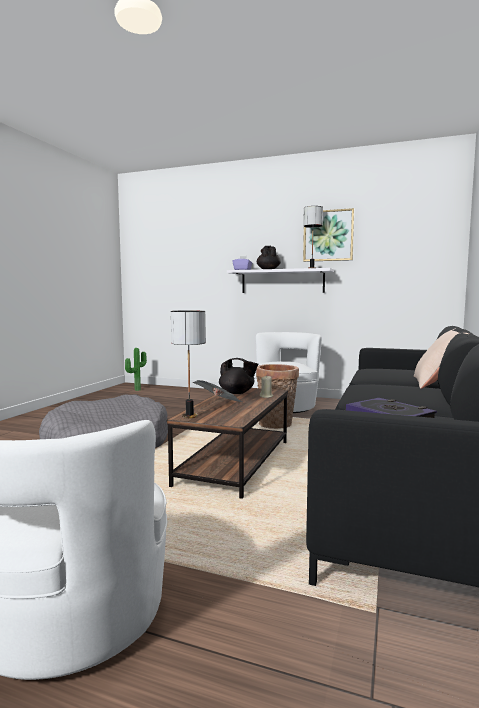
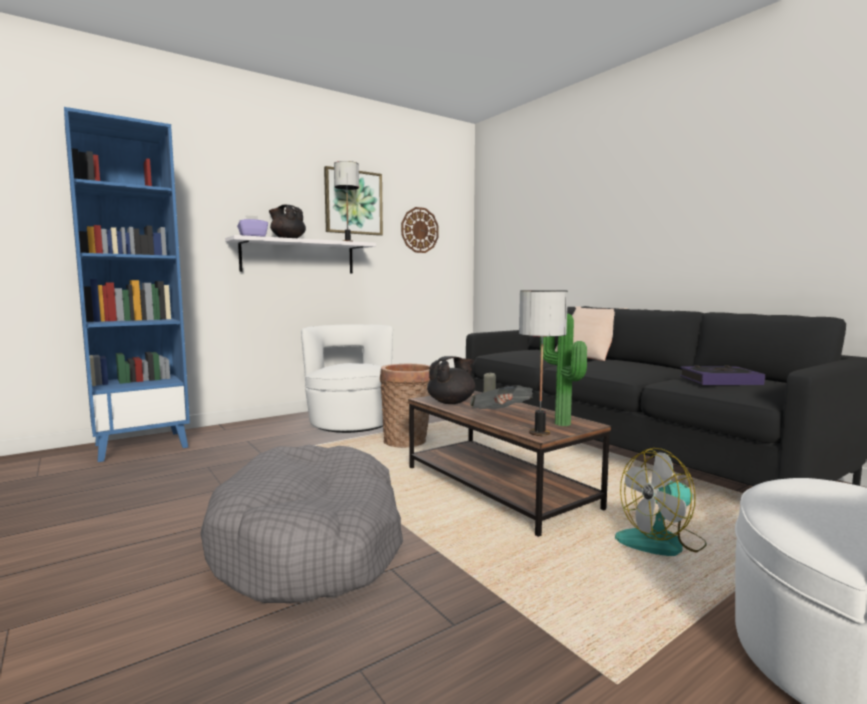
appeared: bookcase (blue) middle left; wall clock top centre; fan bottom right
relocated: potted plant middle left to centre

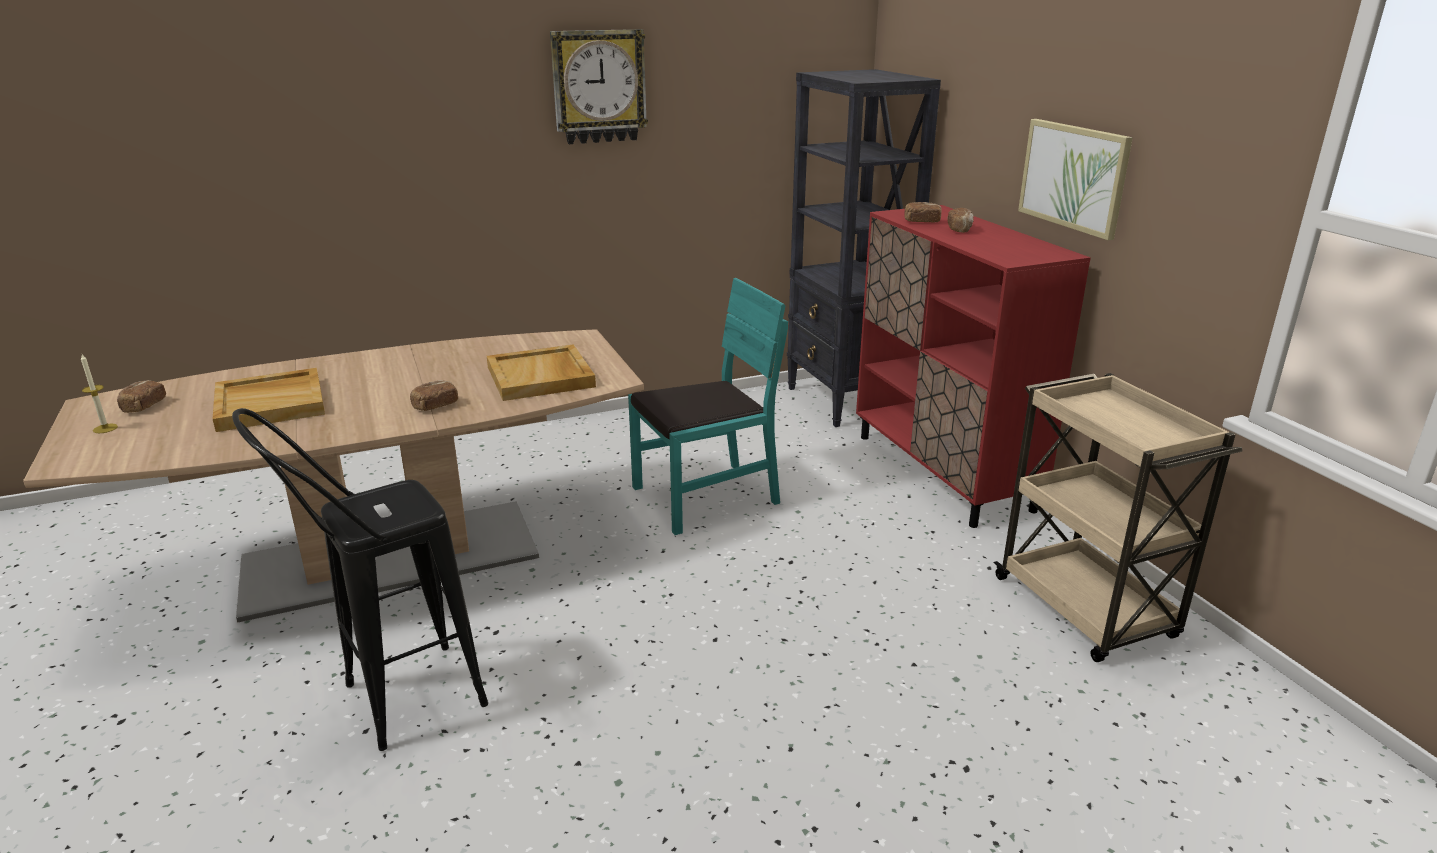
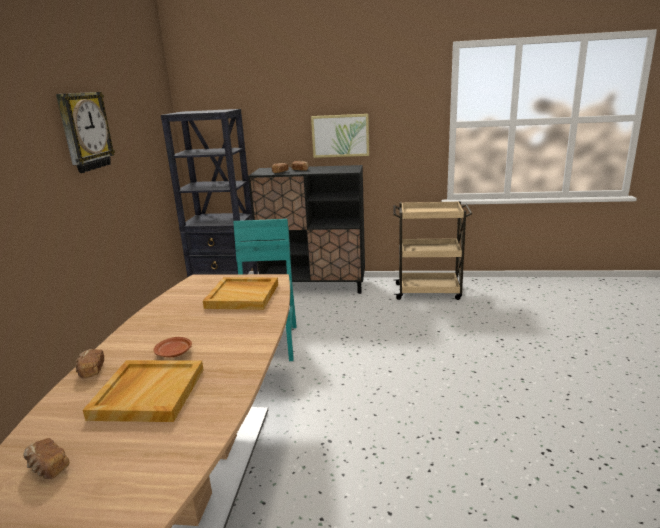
missing: candle middle left; stool (black) bottom left
appeared: plate (brown) middle left
relocated: bread (no. 2 from left) middle left to bottom left
colour: cabinet (red) middle right to cabinet (black) centre

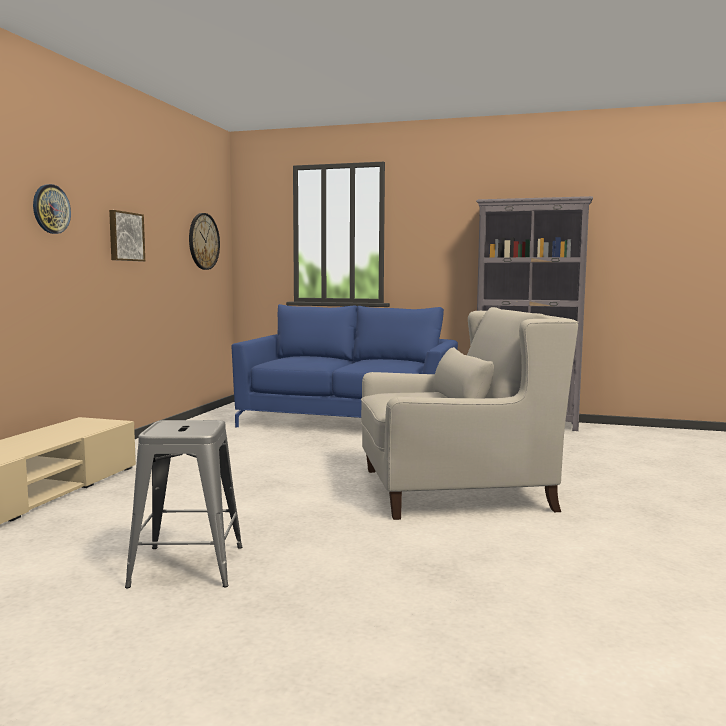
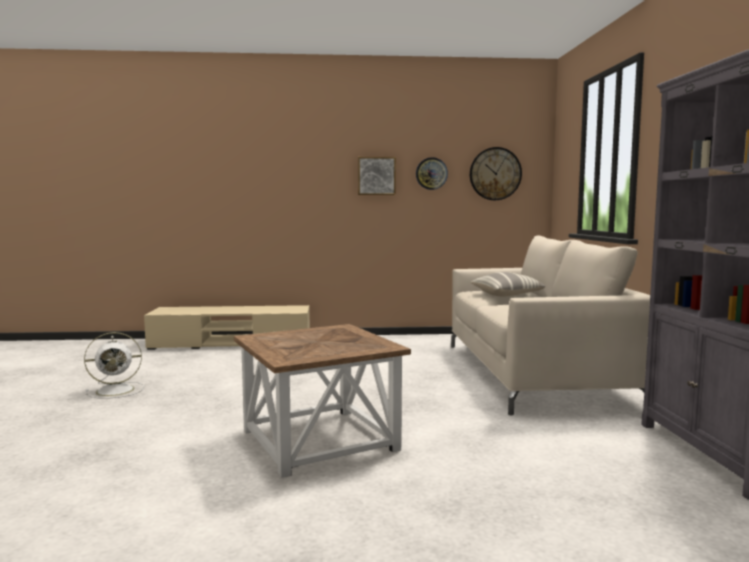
appeared: pillow middle right
relocated: wall clock (no. 1 from left) top left to top centre
exchanged: stool (grey) bottom left to fan (white) middle left; armchair (white) centre to side table (brown) bottom centre
colour: sofa (blue) centre to sofa (beige) middle right

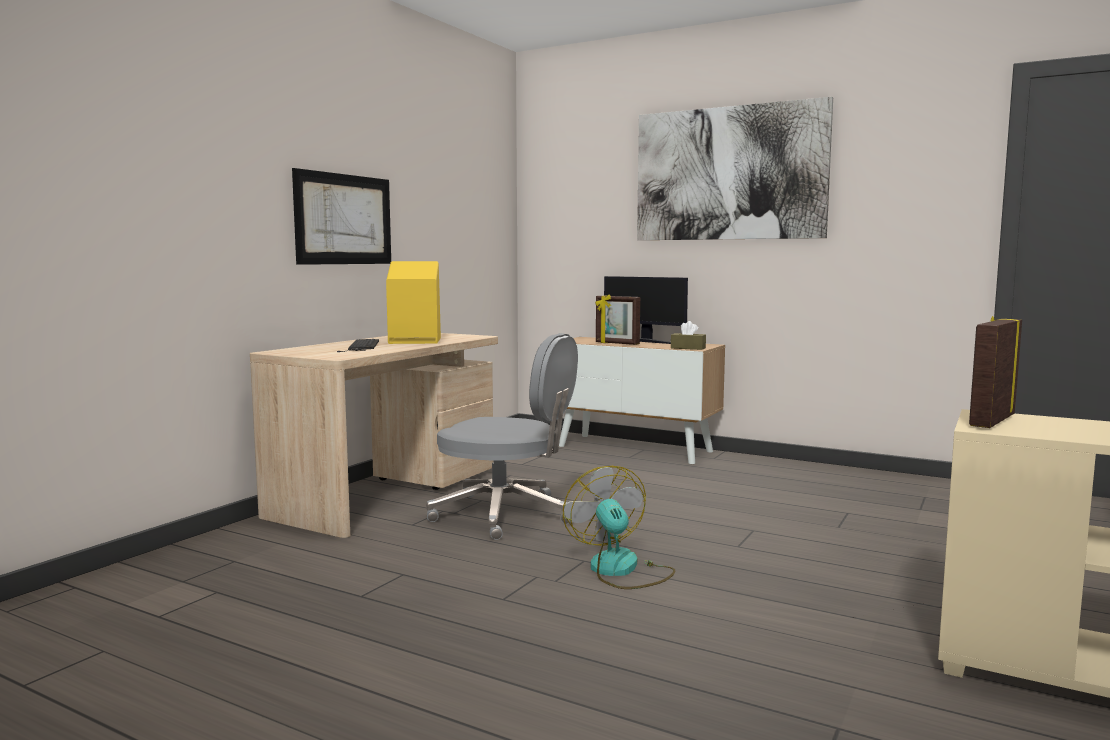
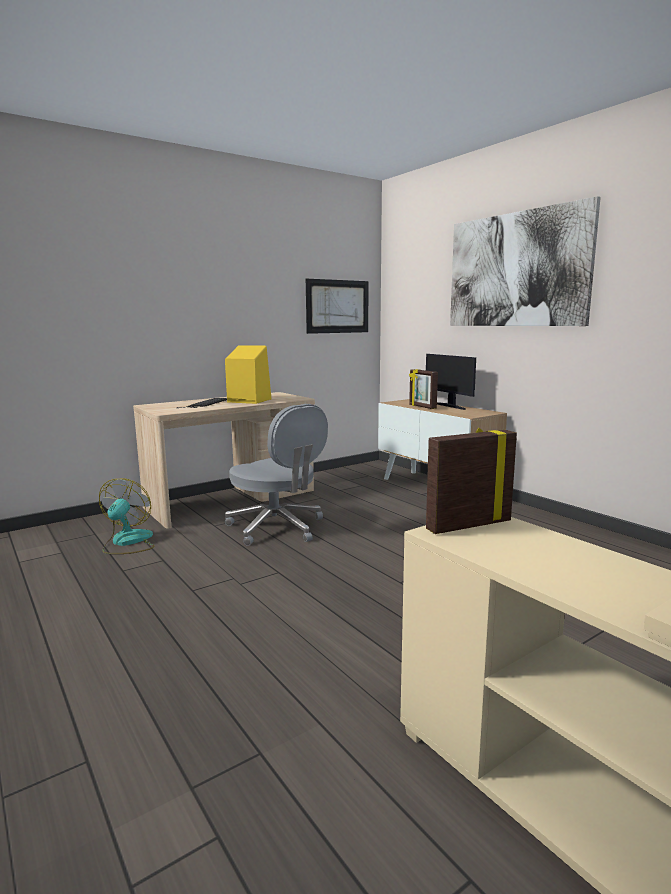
missing: tissue box (brown) centre
relocated: picture (no. 1 from left) top left to centre; fan bottom centre to middle left

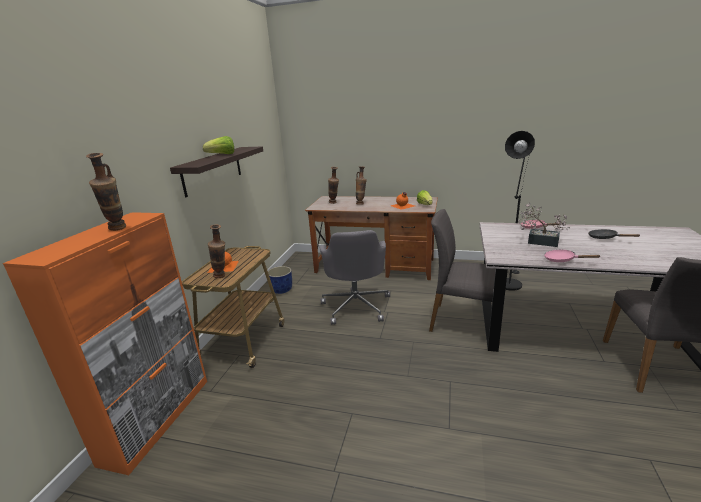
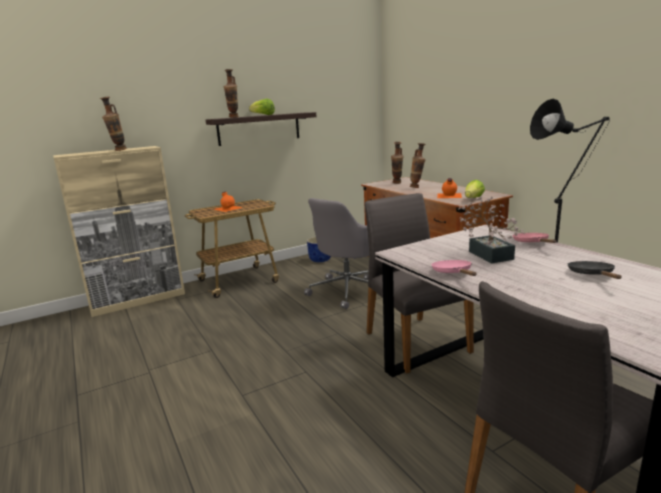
relocated: vase (no. 2 from left) middle left to top centre
colour: cabinet (orange) bottom left to cabinet (beige) middle left

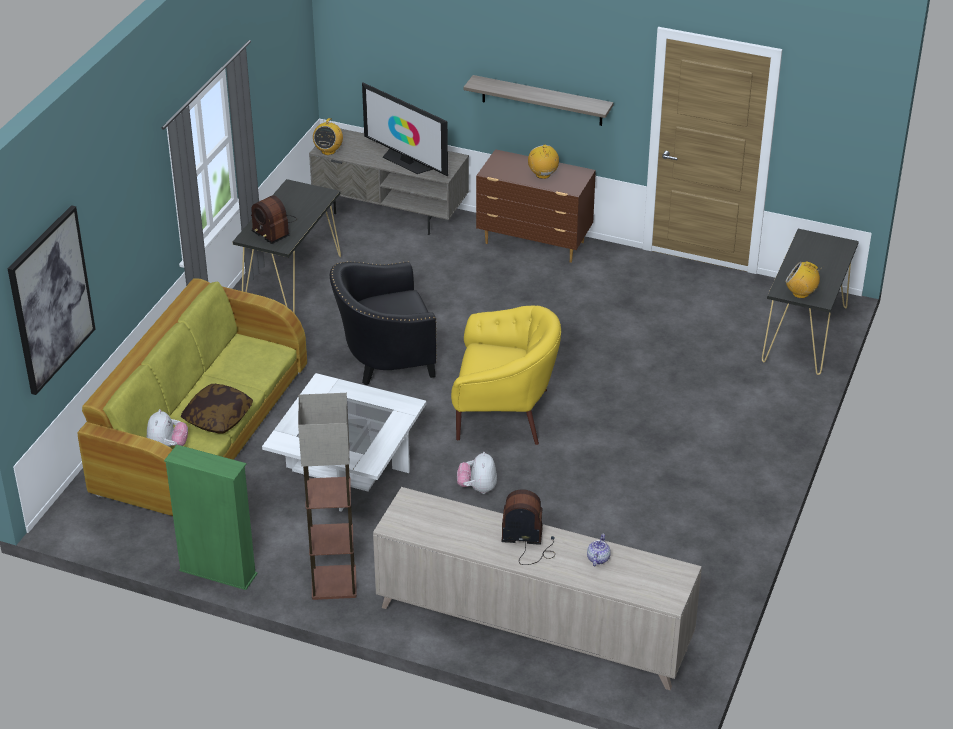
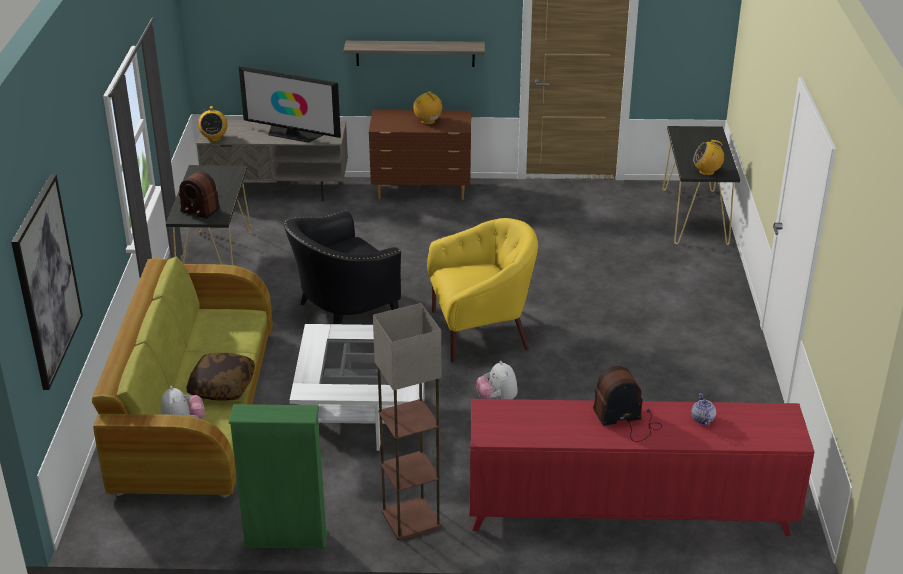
colour: cabinet (beige) bottom centre to cabinet (red) bottom right

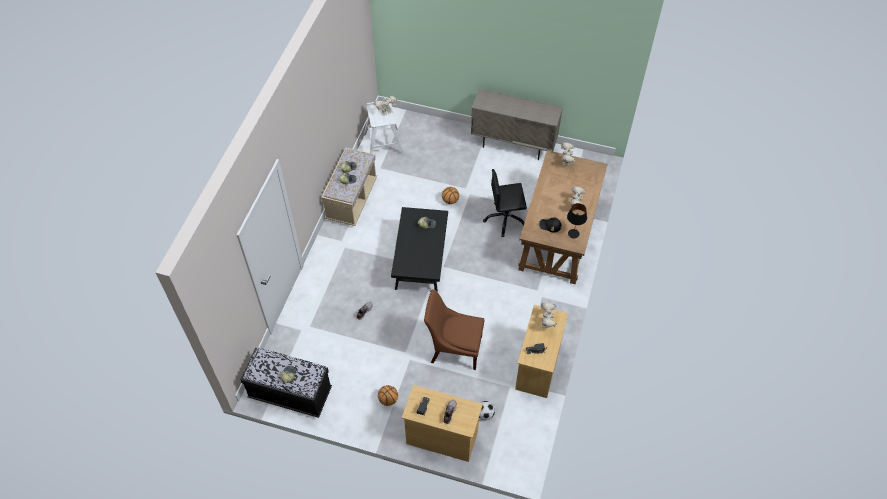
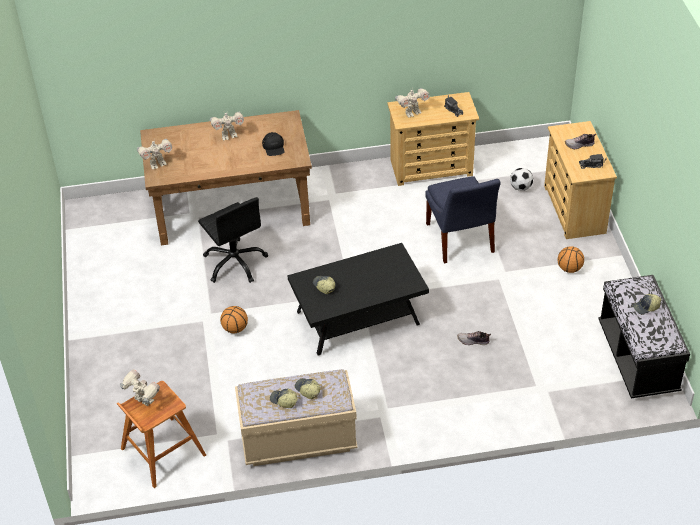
missing: cabinet (beige) top centre; table lamp (black) centre
colour: stool (white) top centre to stool (brown) bottom left; chair (brown) centre to chair (blue) centre

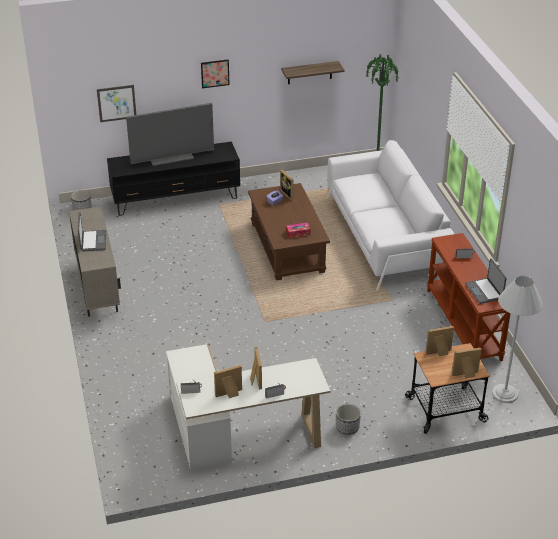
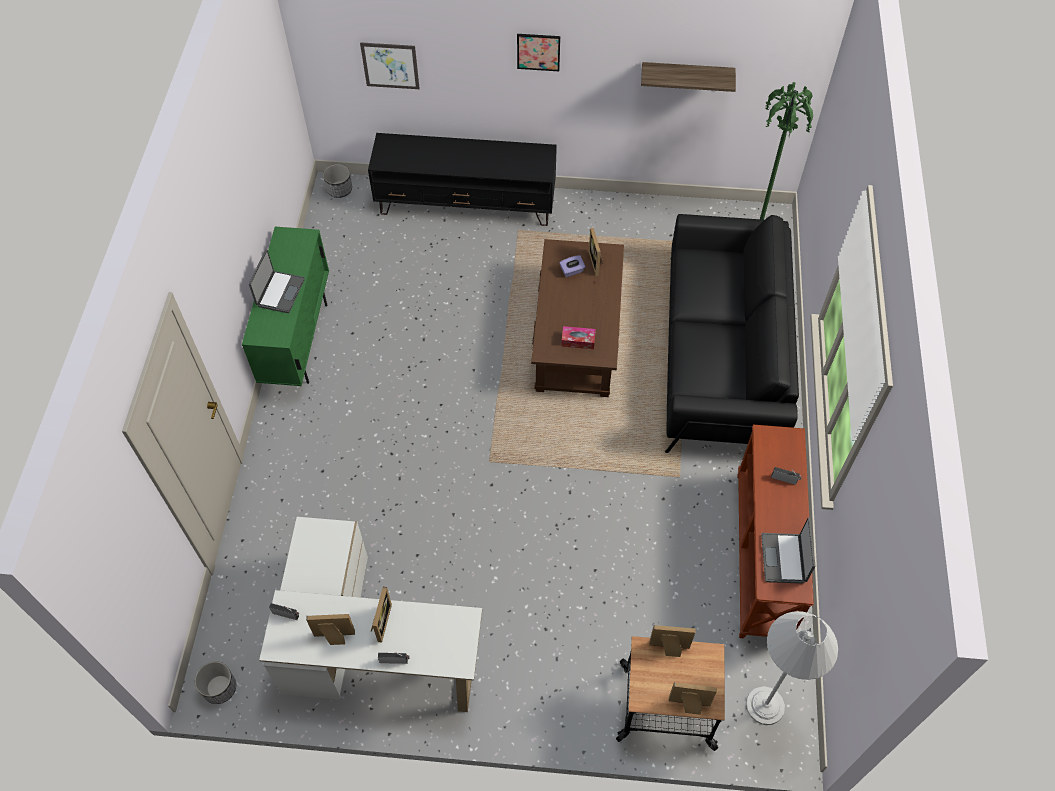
missing: television top left
relocated: planter (no. 2 from left in the first image) bottom centre to planter (no. 1 from left) bottom left
colour: cabinet (beige) middle left to cabinet (green) middle left; sofa (white) middle right to sofa (black) middle right

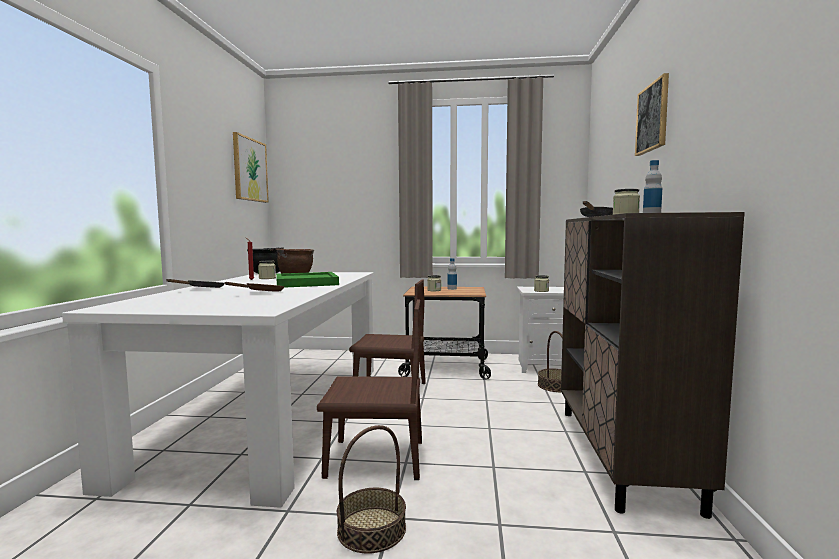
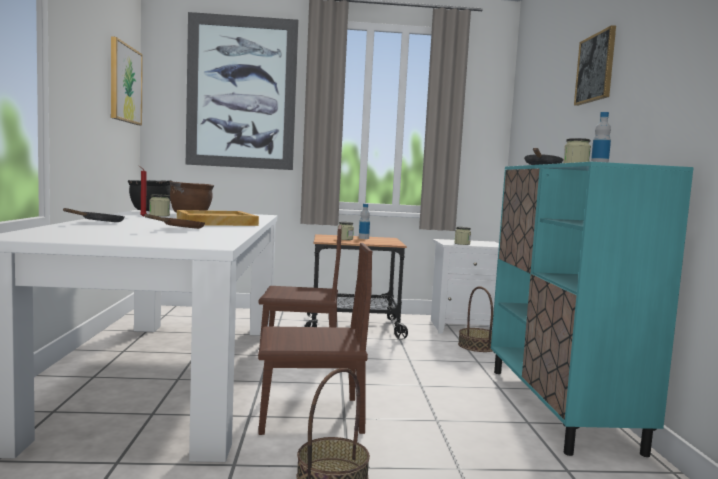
appeared: picture (no. 2 from left) top centre
colour: tray (green) centre to tray (beige) middle left; cabinet (brown) middle right to cabinet (turquoise) middle right

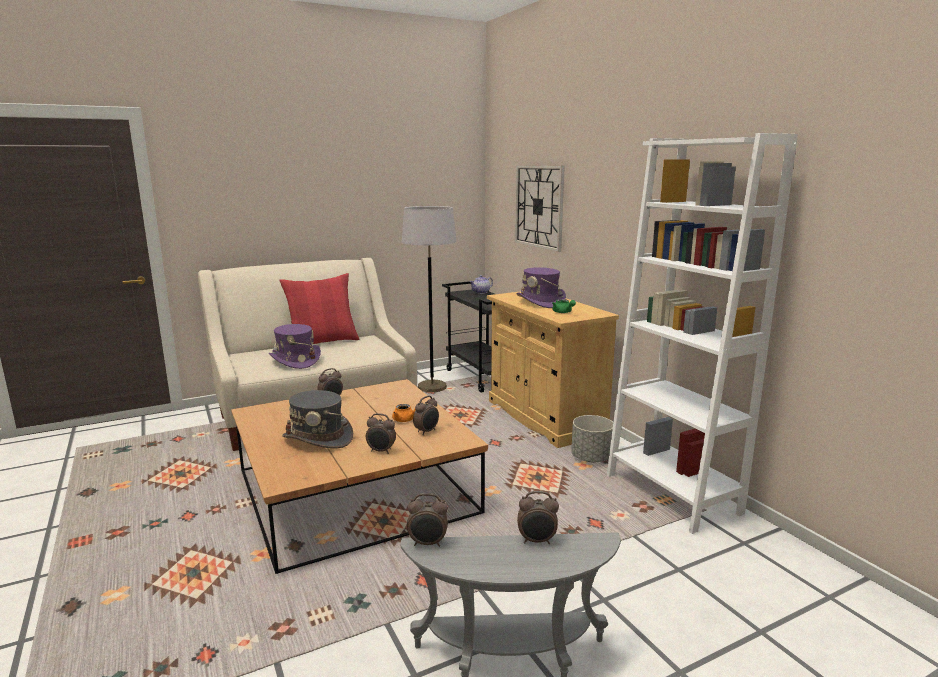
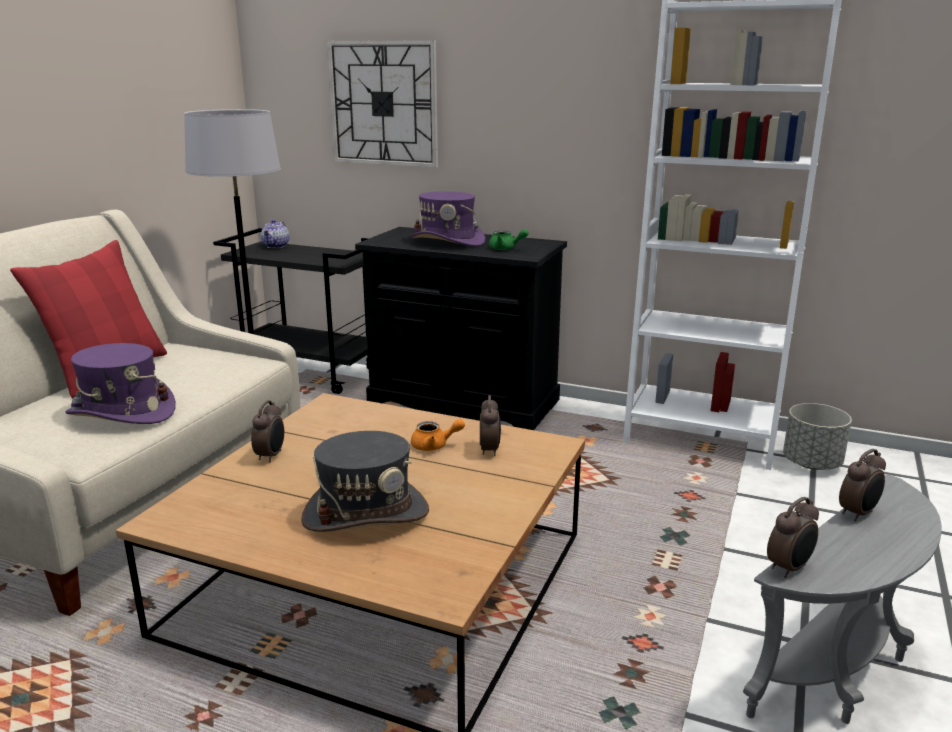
missing: alarm clock (no. 2 from left) centre
relocated: planter (grey) centre to middle right
colour: cabinet (beige) centre to cabinet (black) centre

